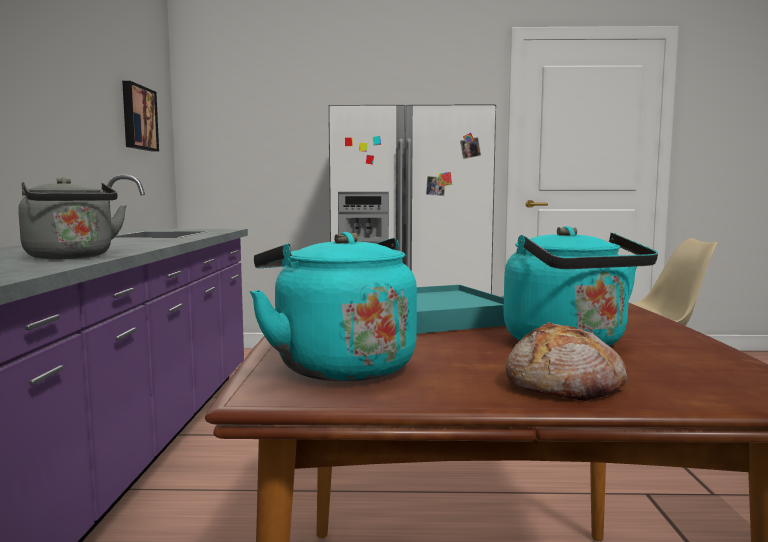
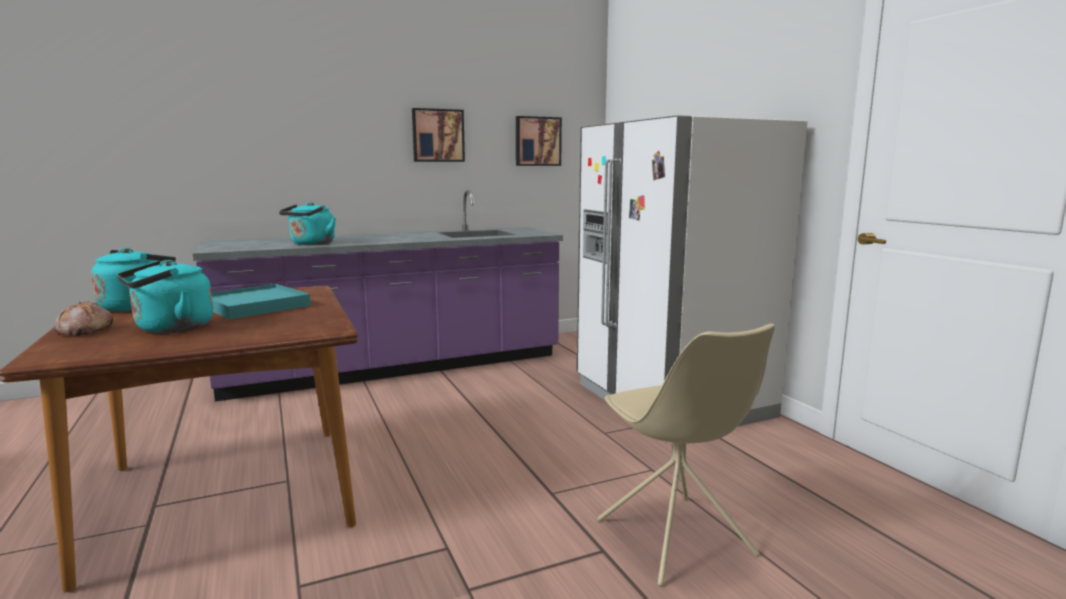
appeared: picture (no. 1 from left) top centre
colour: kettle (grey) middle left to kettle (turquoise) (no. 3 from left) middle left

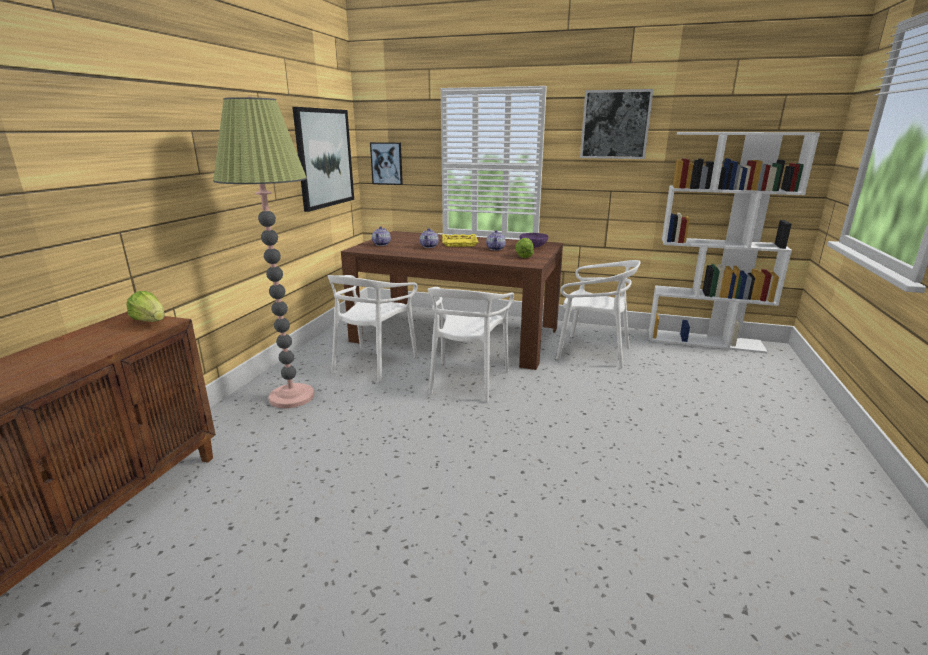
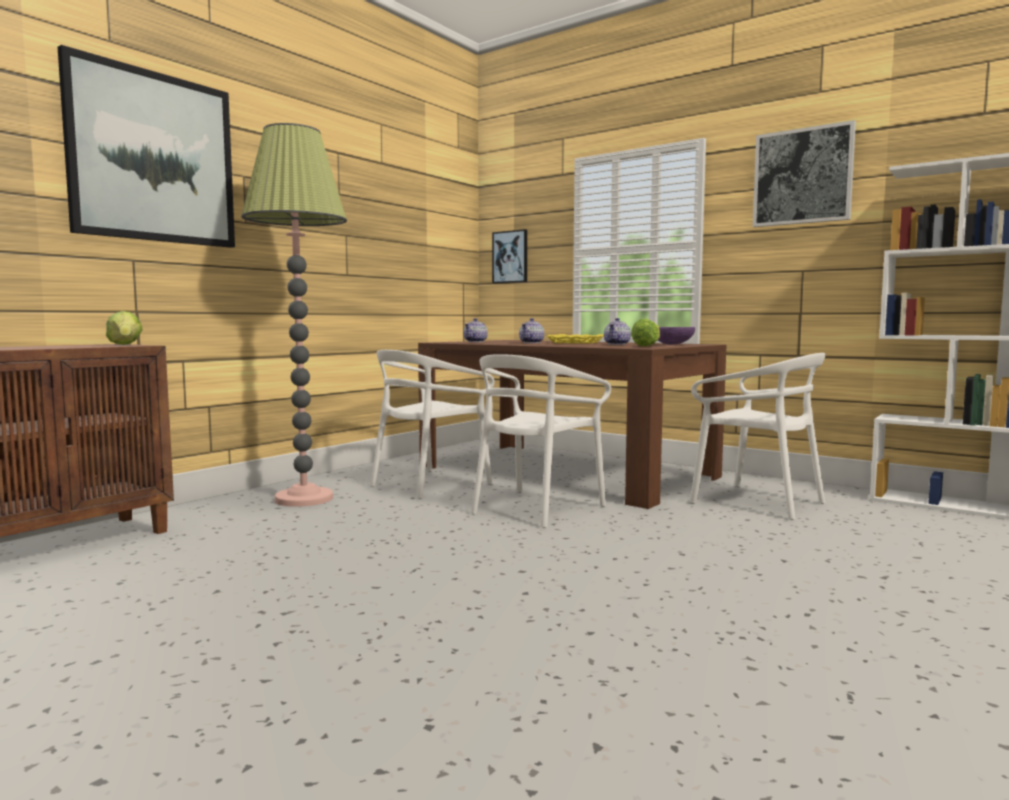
relocated: picture (no. 1 from left) top centre to top left

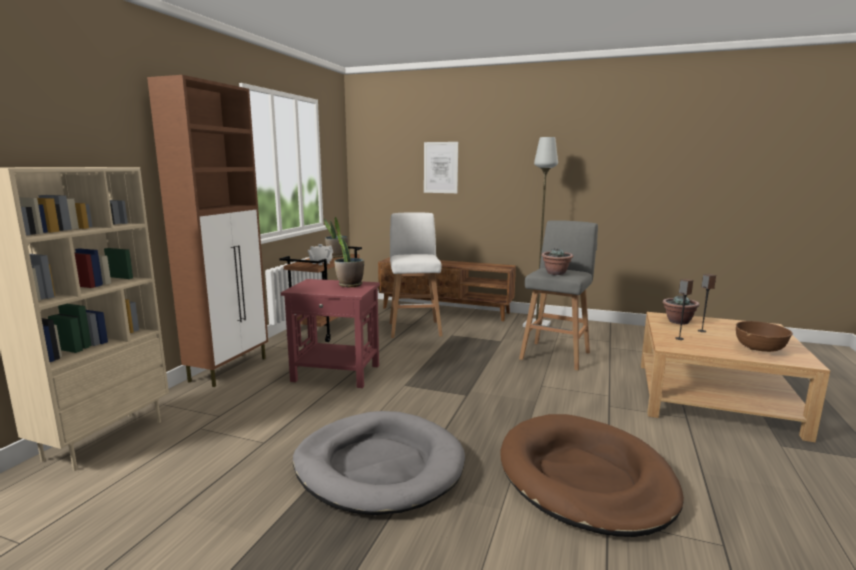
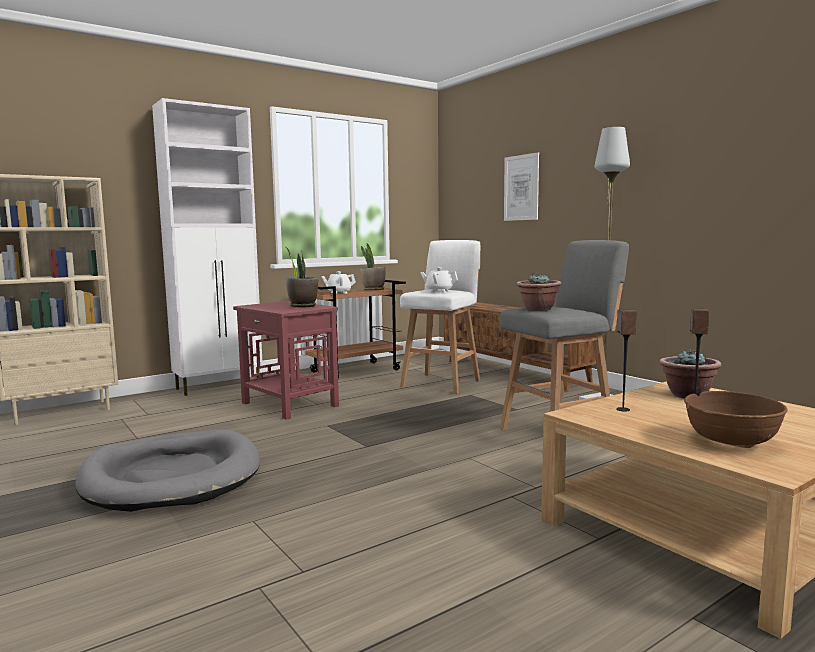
missing: dog bed (brown) bottom right
appeared: teapot (white) (no. 2 from left) centre
colour: cabinet (brown) middle left to cabinet (white) middle left

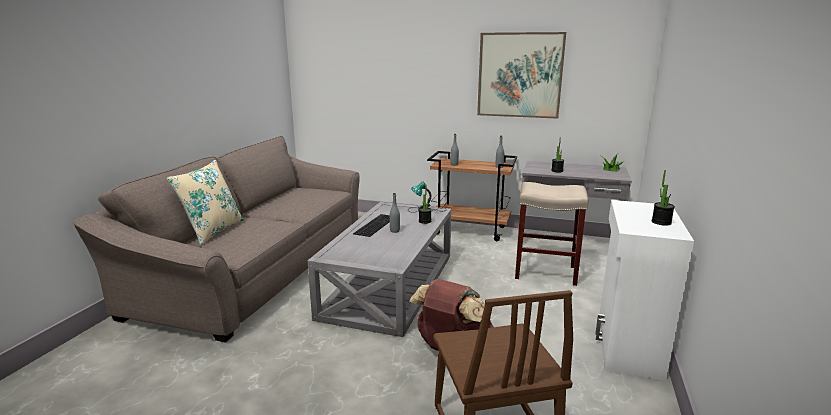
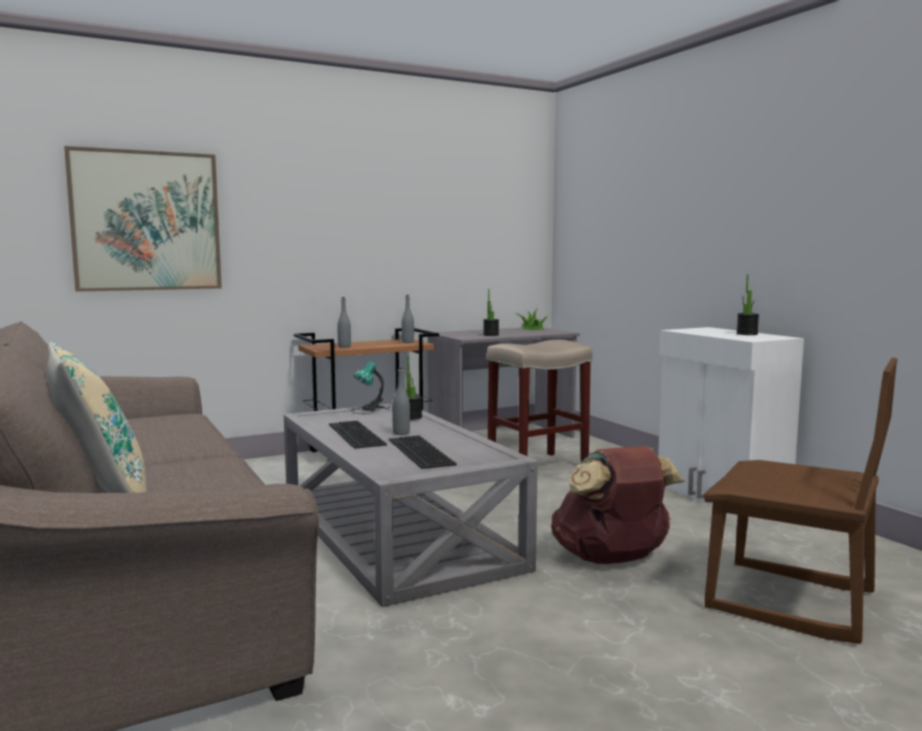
appeared: keyboard (no. 2 from left) centre
relocated: picture top centre to top left

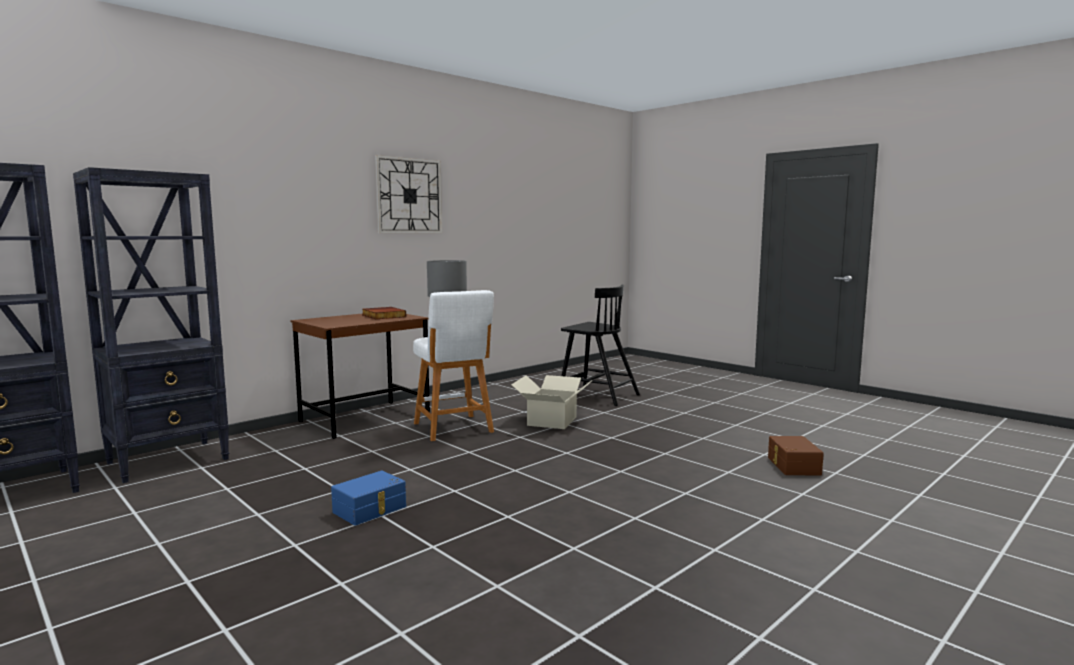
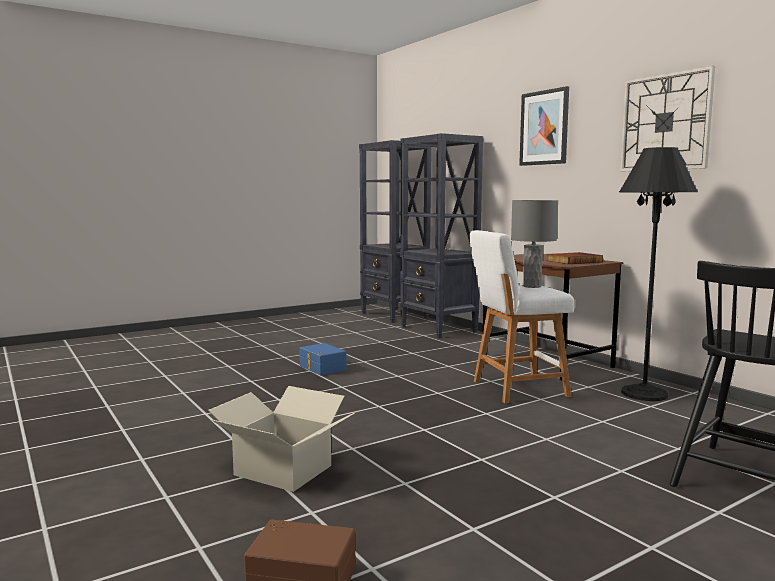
appeared: picture top right; floor lamp (black) middle right
relocated: cardboard box centre to bottom centre

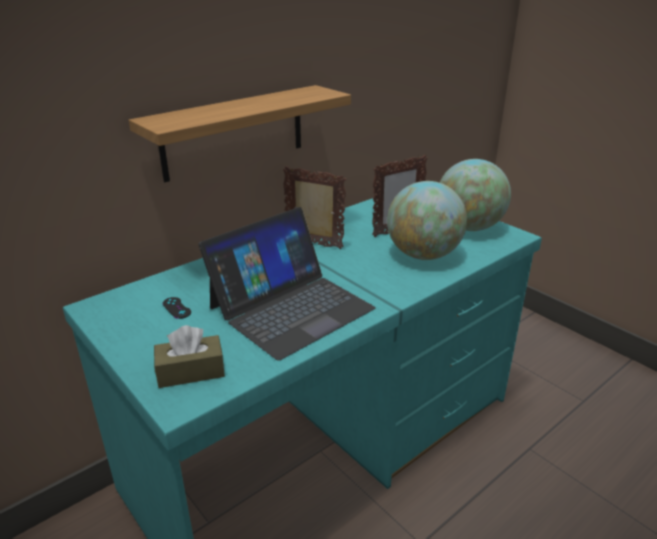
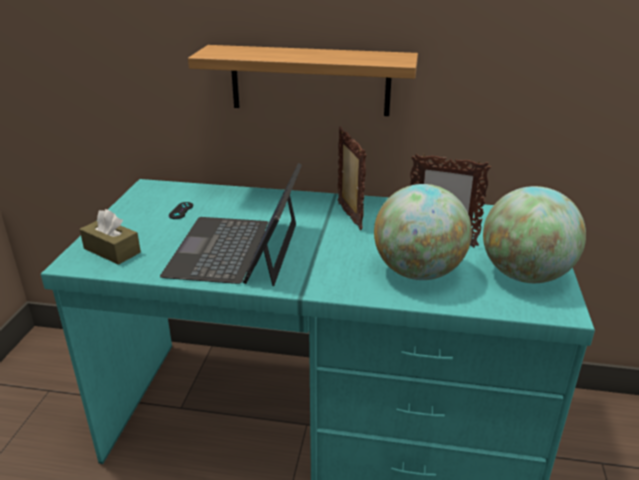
spun: laptop centre = centre 90 degrees clockwise

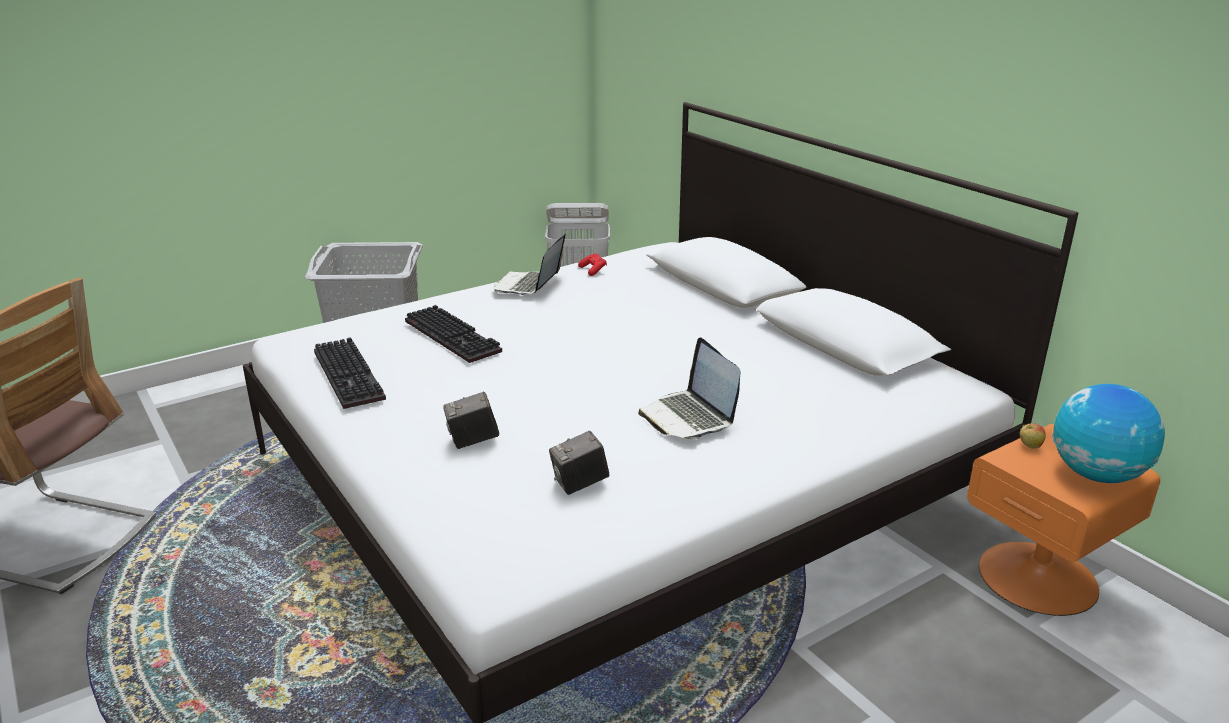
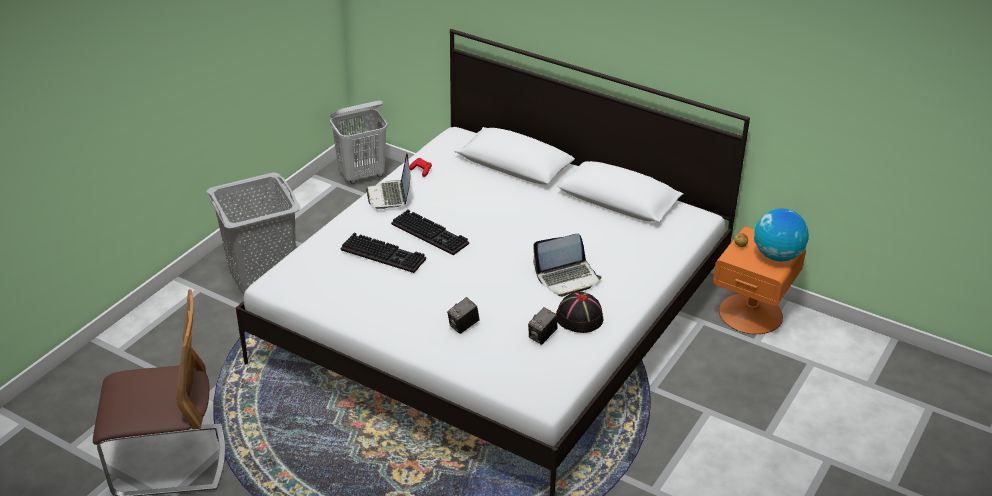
appeared: hat (black) centre
relocated: keyboard (no. 1 from left in the first image) middle left to keyboard (no. 2 from left) centre
spun: laptop (no. 2 from left) centre = centre 60 degrees counterclockwise

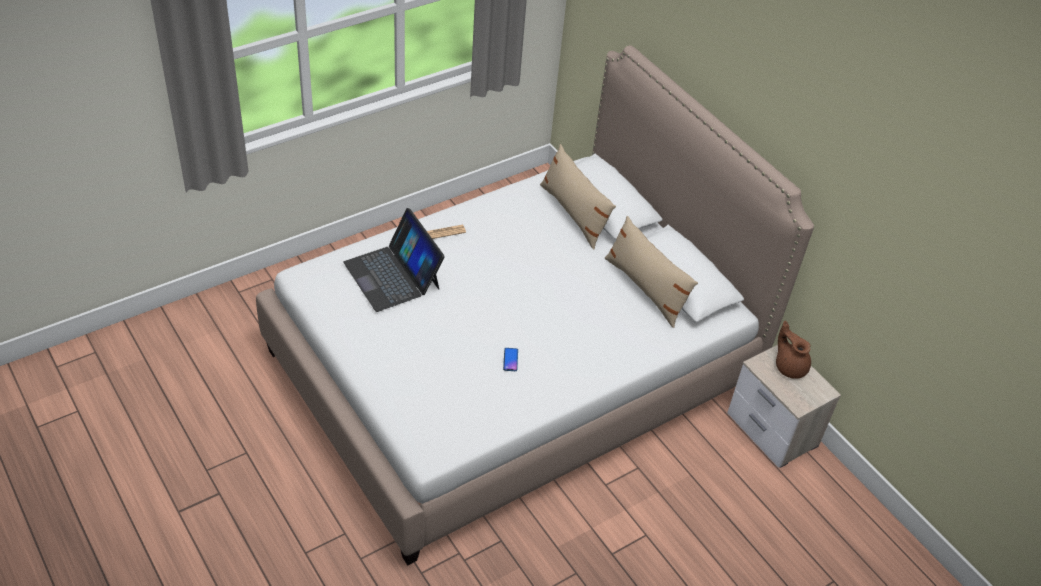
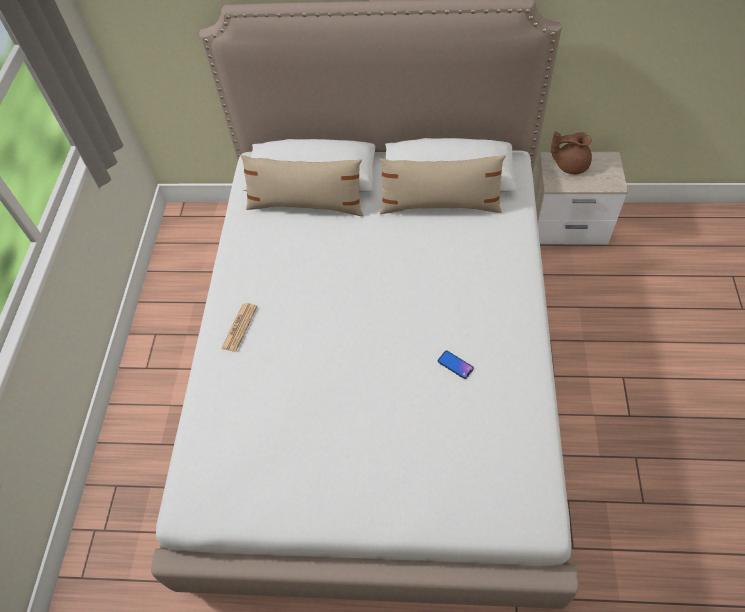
missing: laptop centre

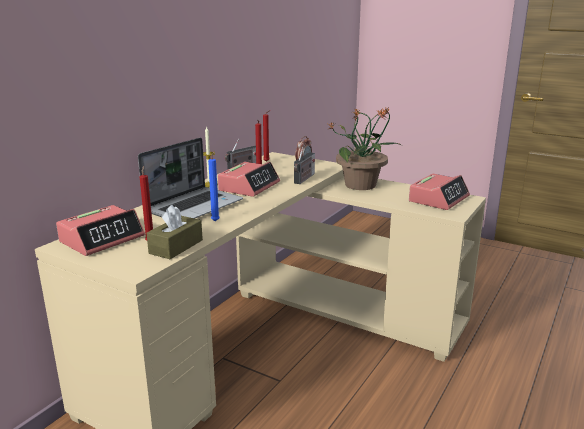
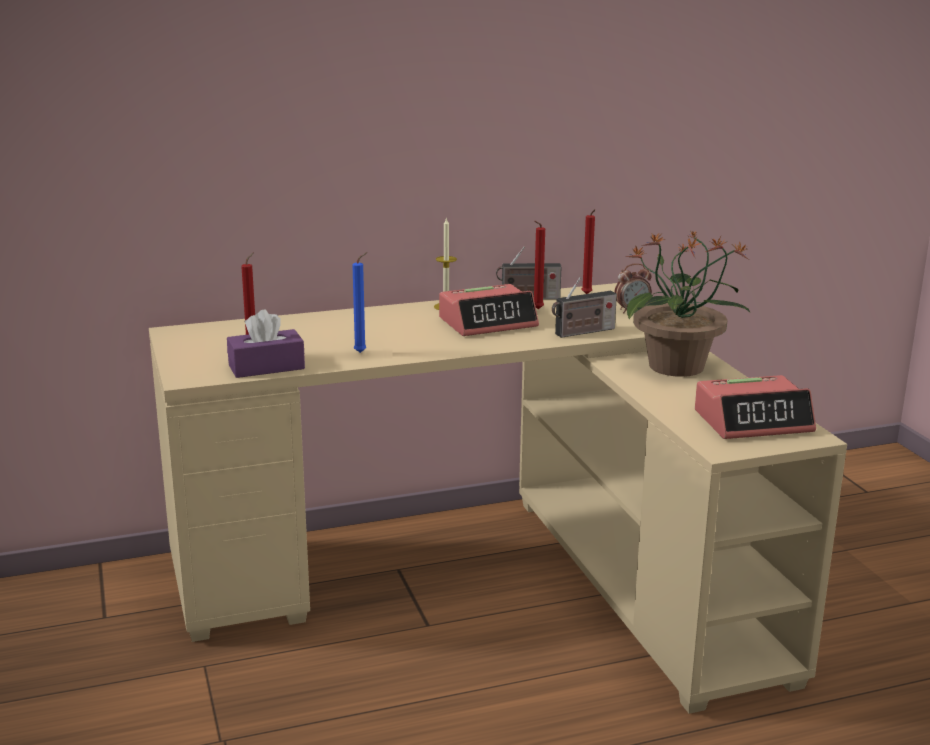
missing: alarm clock (no. 1 from left) middle left; laptop middle left
colour: tissue box (brown) middle left to tissue box (purple) middle left

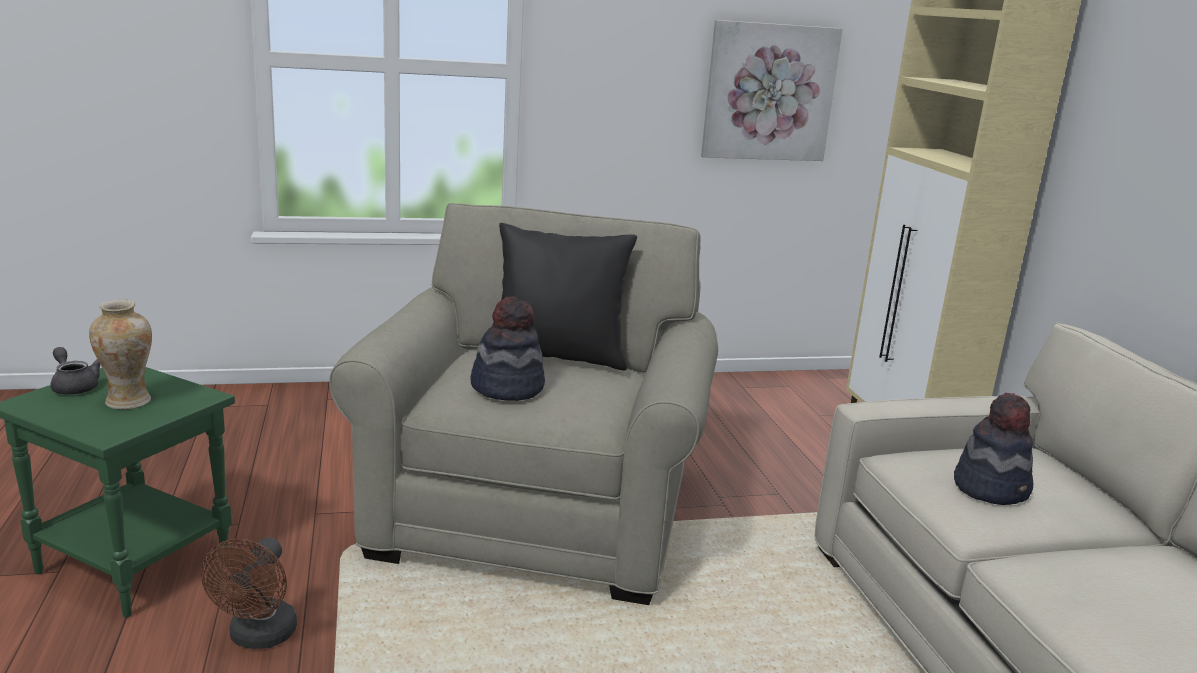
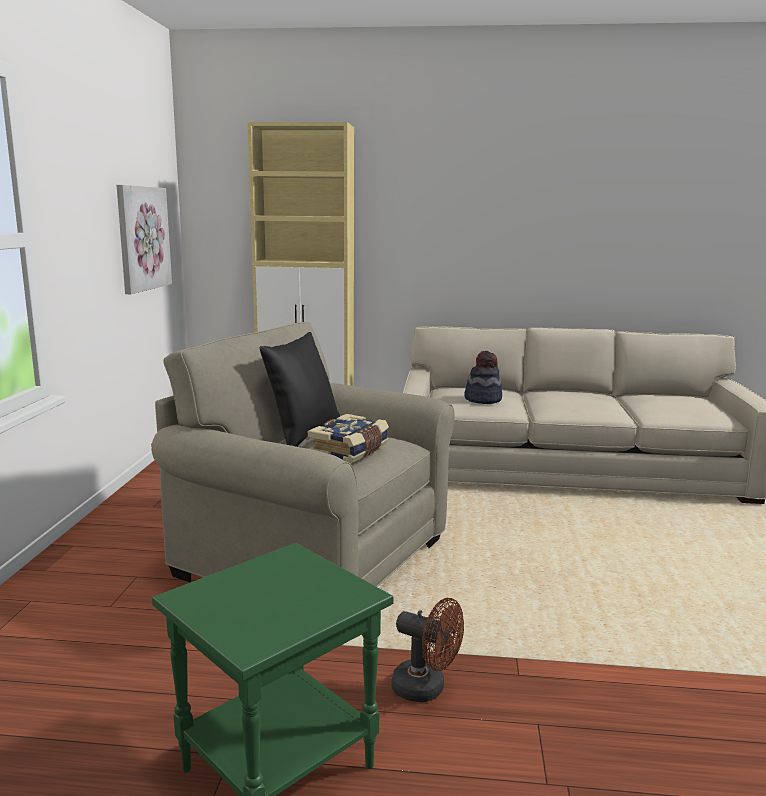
missing: teapot (grey) middle left; vase middle left
exchanged: hat (no. 1 from left) centre to book centre

